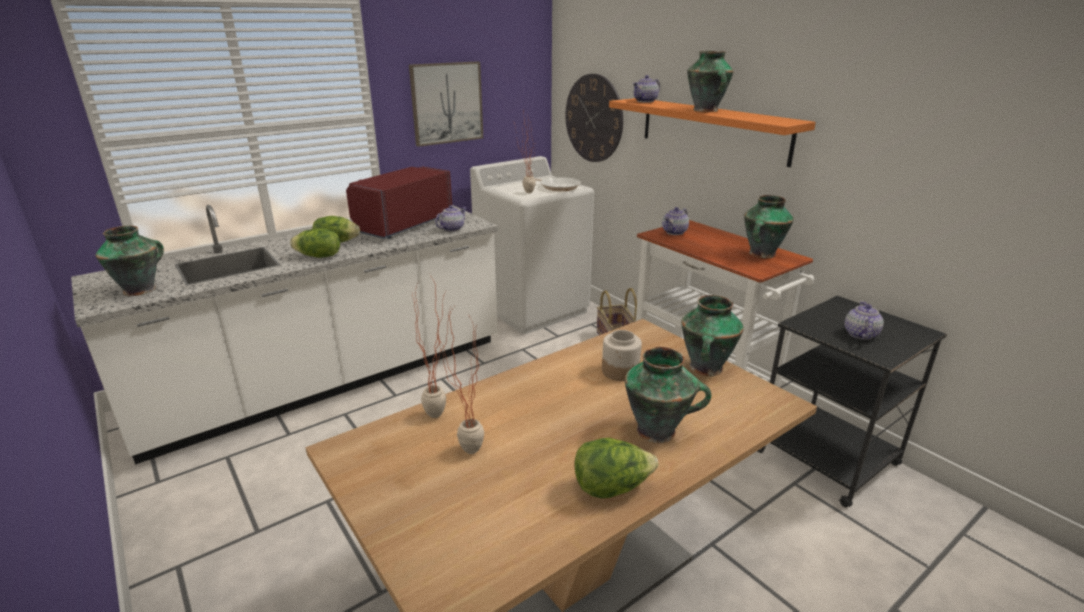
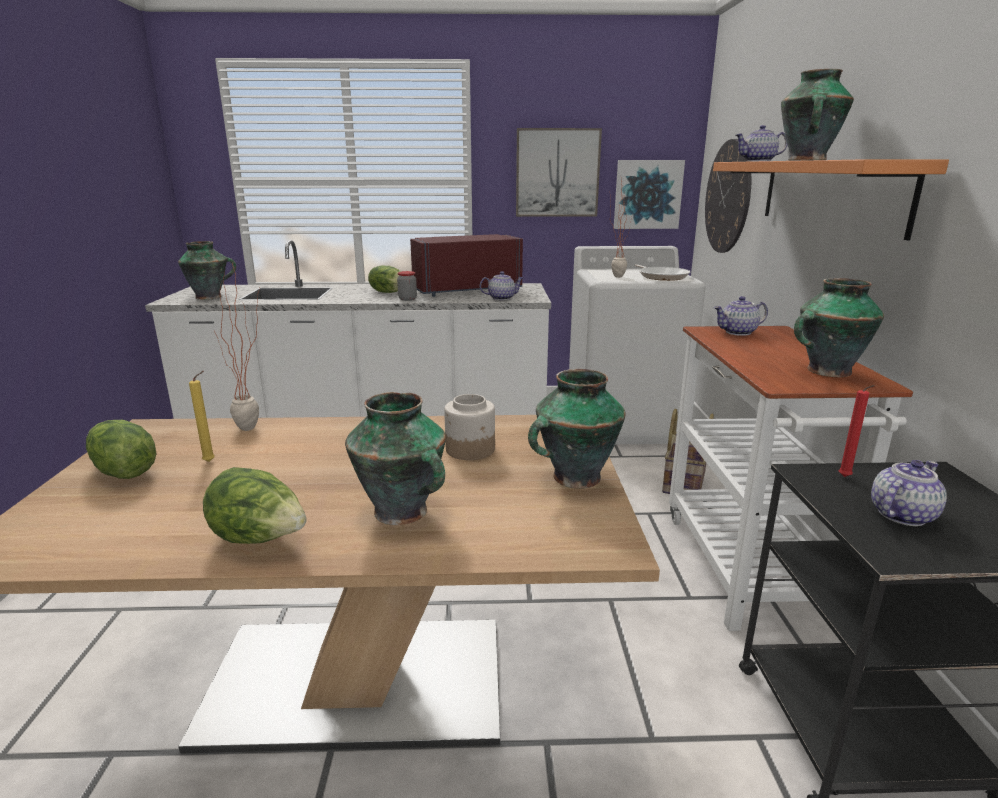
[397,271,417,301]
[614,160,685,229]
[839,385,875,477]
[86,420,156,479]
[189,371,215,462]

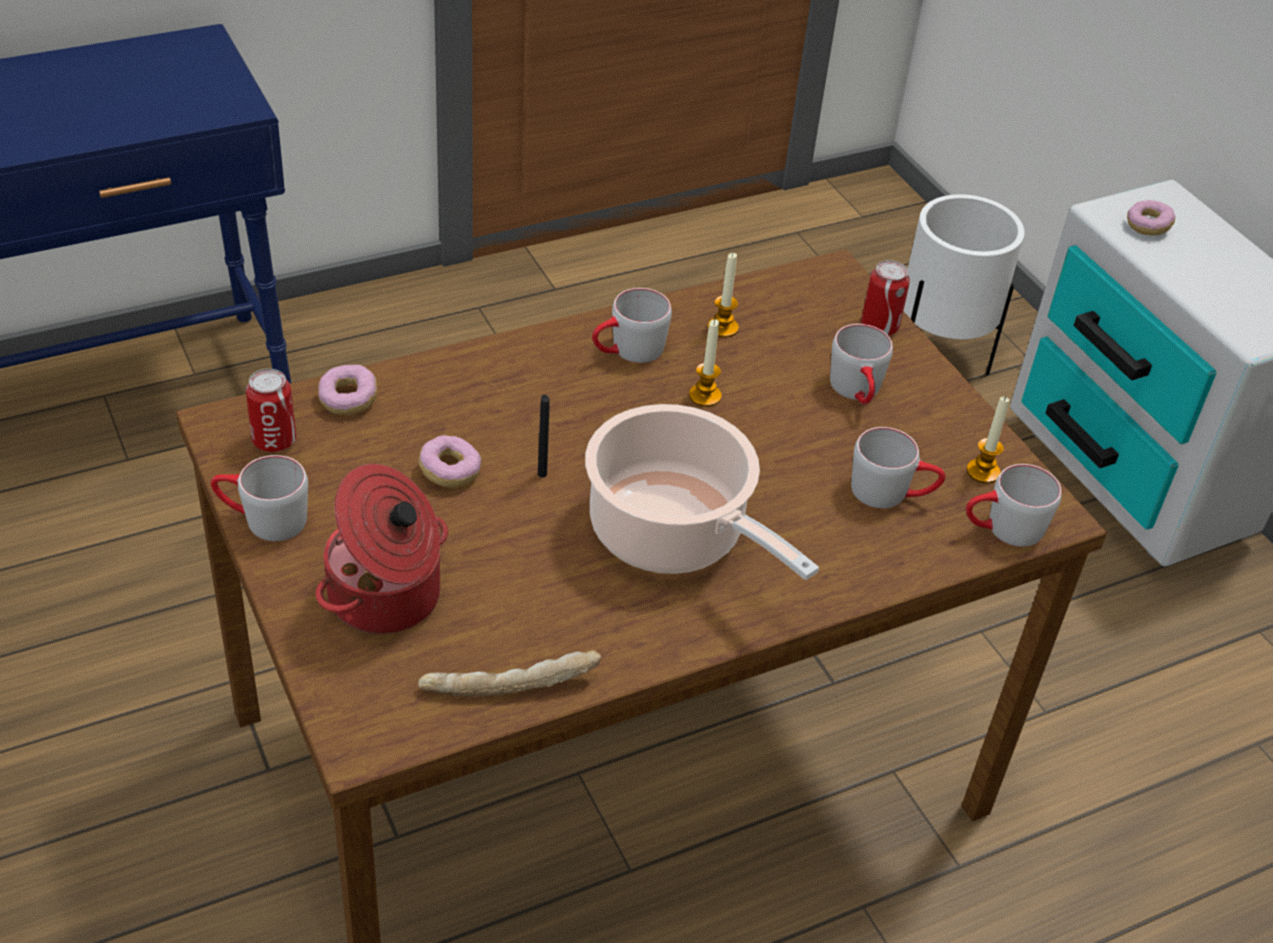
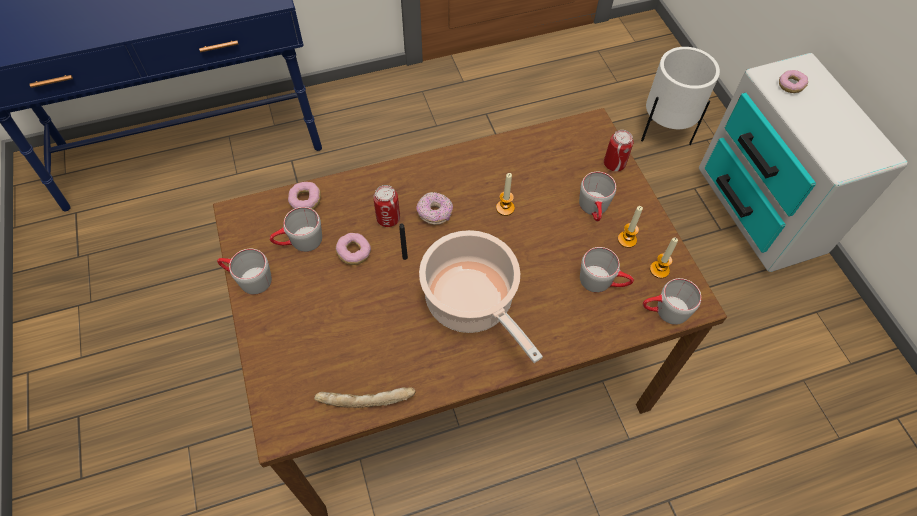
[315,464,448,634] (first image)
[417,192,453,225]
[373,185,400,227]
[270,207,322,252]
[618,206,643,248]

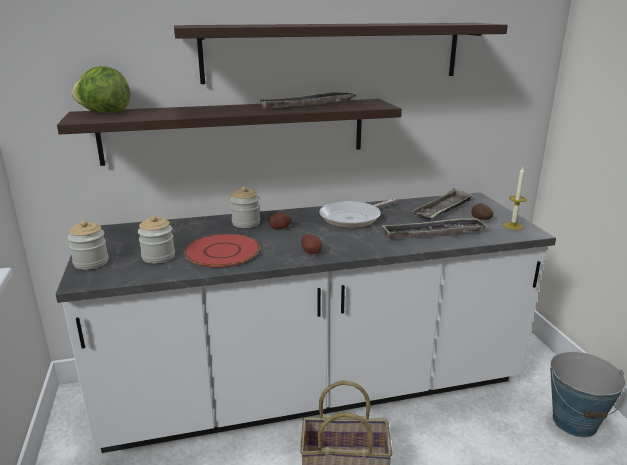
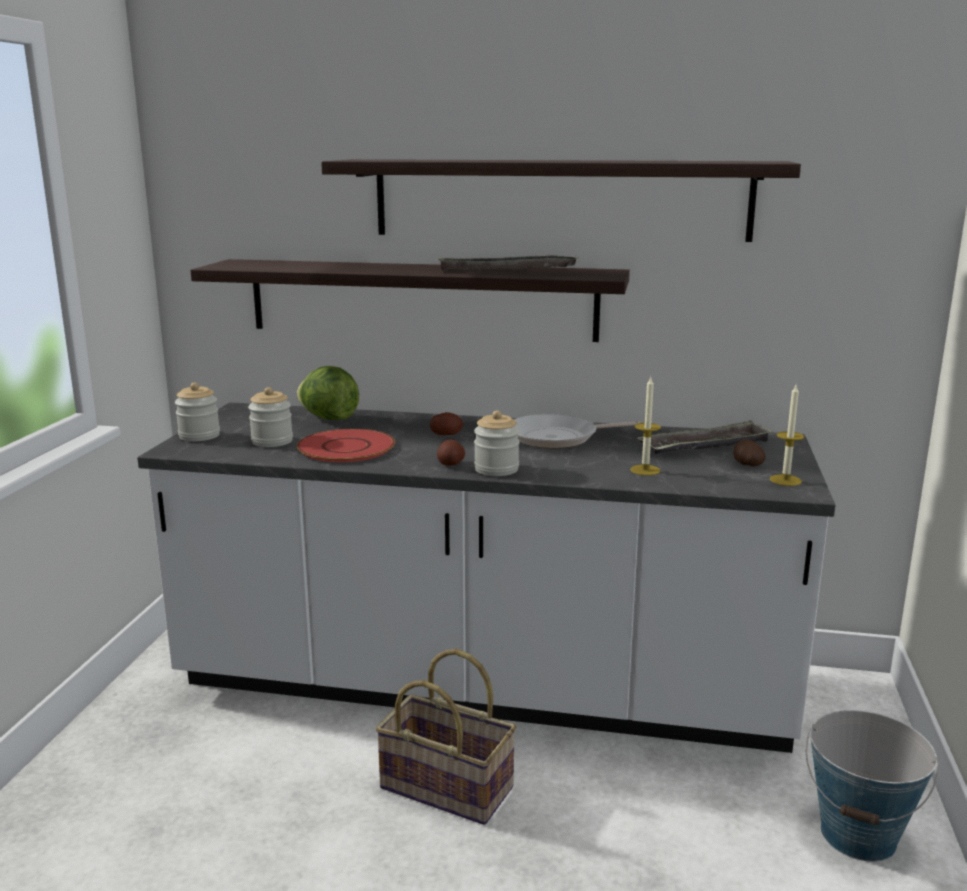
[297,366,359,420]
[474,410,520,476]
[630,377,661,476]

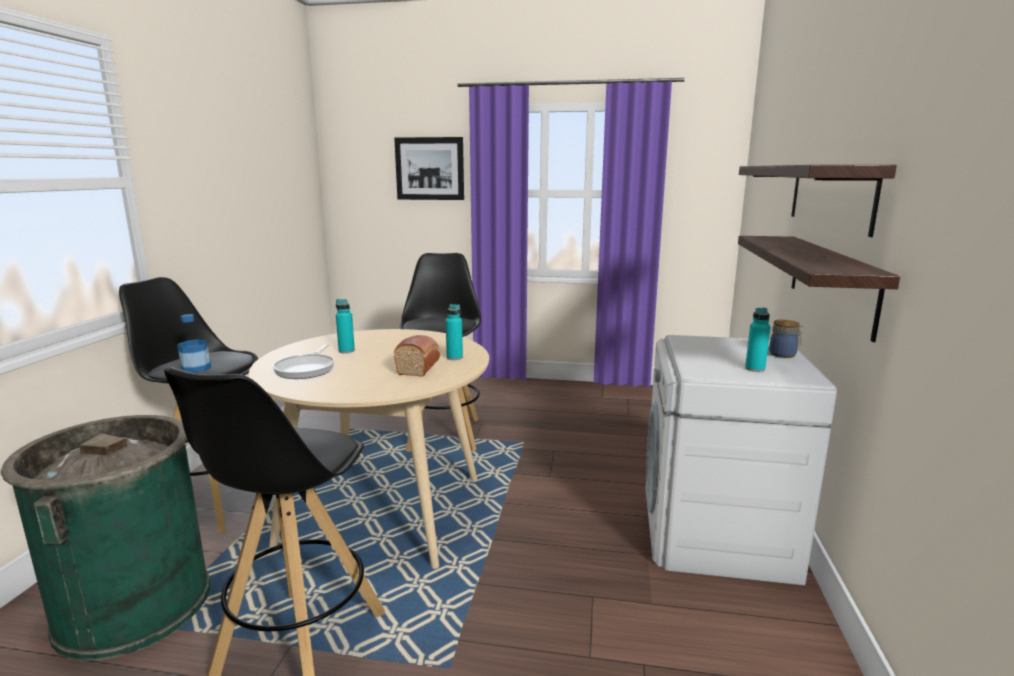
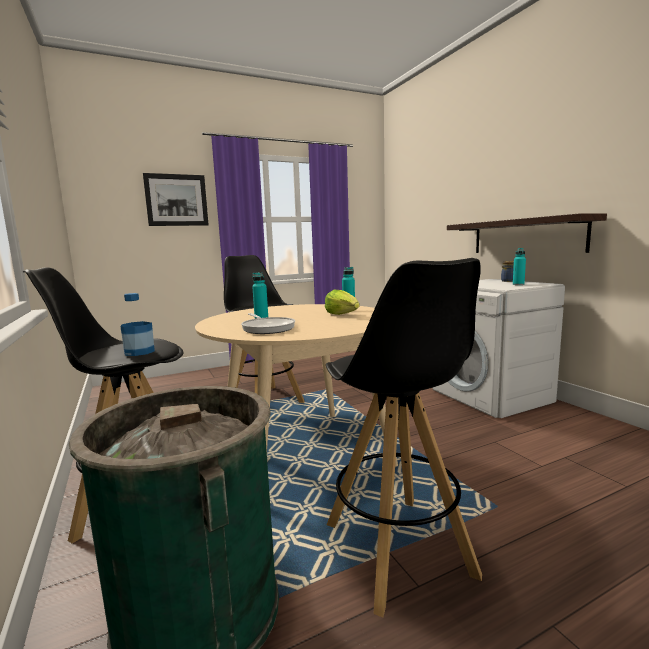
[739,165,897,237] (first image)
[325,290,360,315]

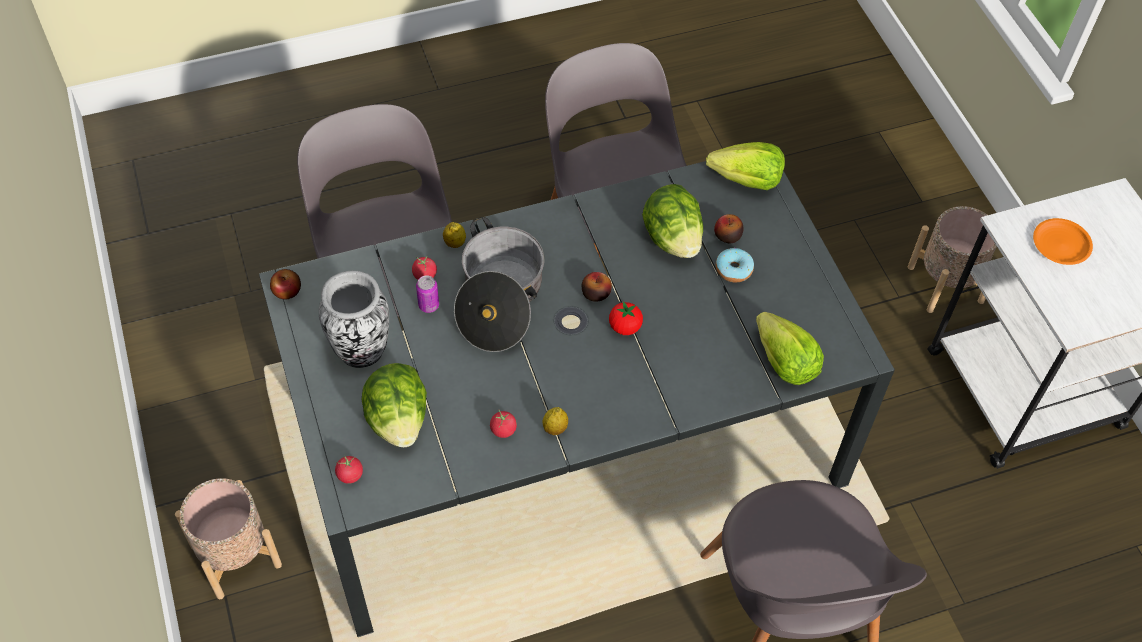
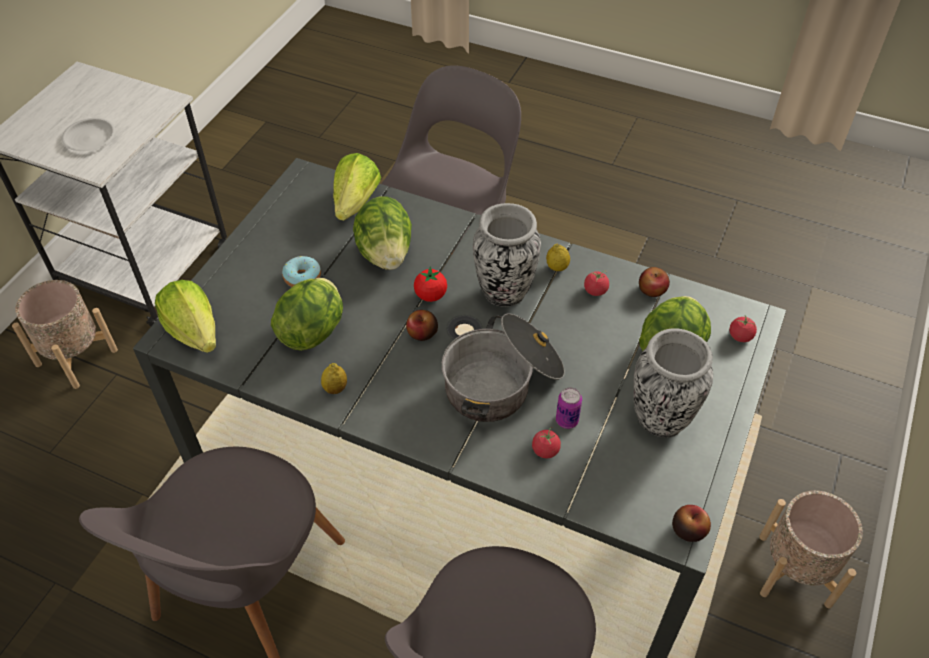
[353,196,412,270]
[473,203,541,307]
[321,363,347,394]
[639,267,670,297]
[61,118,116,151]

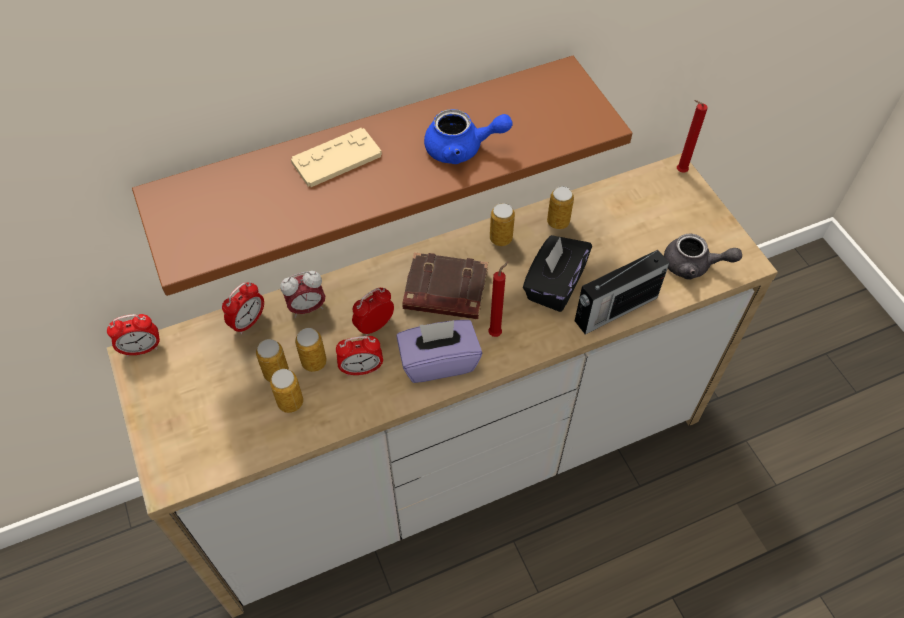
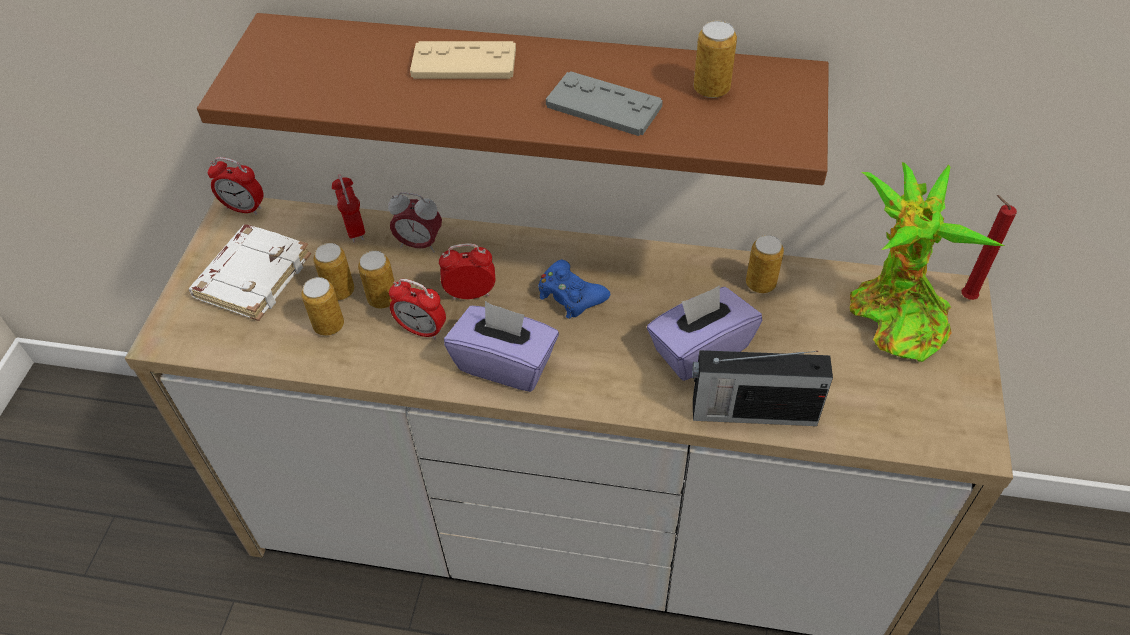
[488,261,509,337] (first image)
[664,234,742,280] (first image)
[189,224,311,321]
[850,162,1005,362]
[693,21,737,98]
[538,260,610,319]
[546,72,663,136]
[647,285,762,381]
[332,174,365,243]

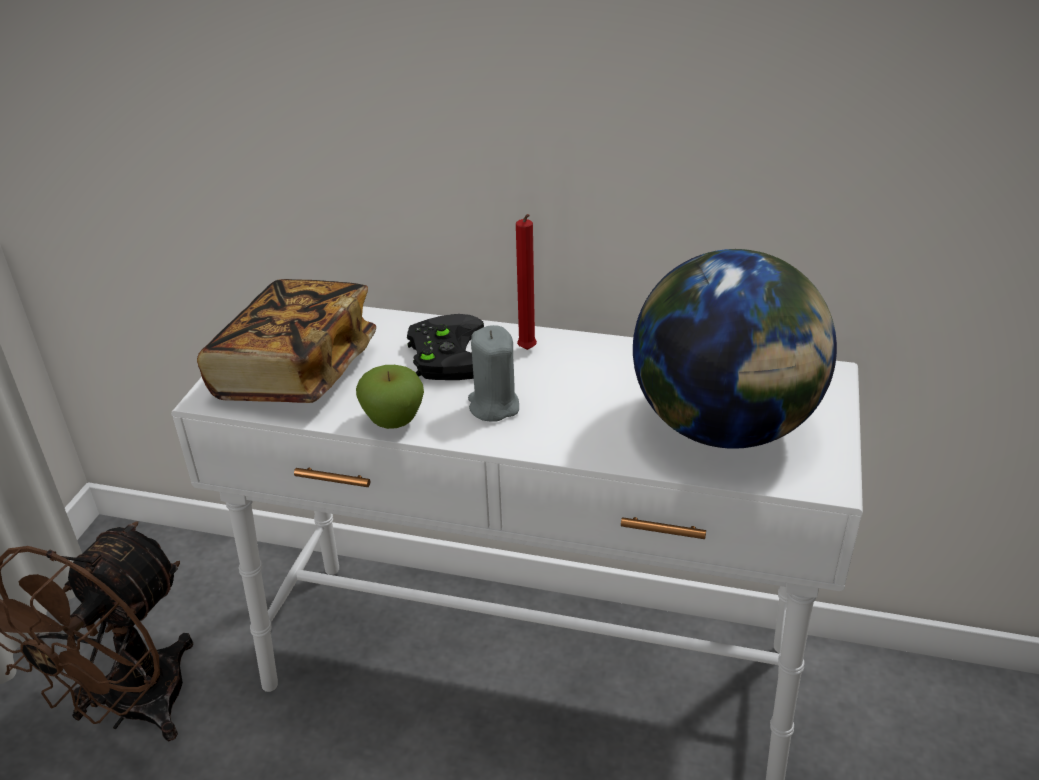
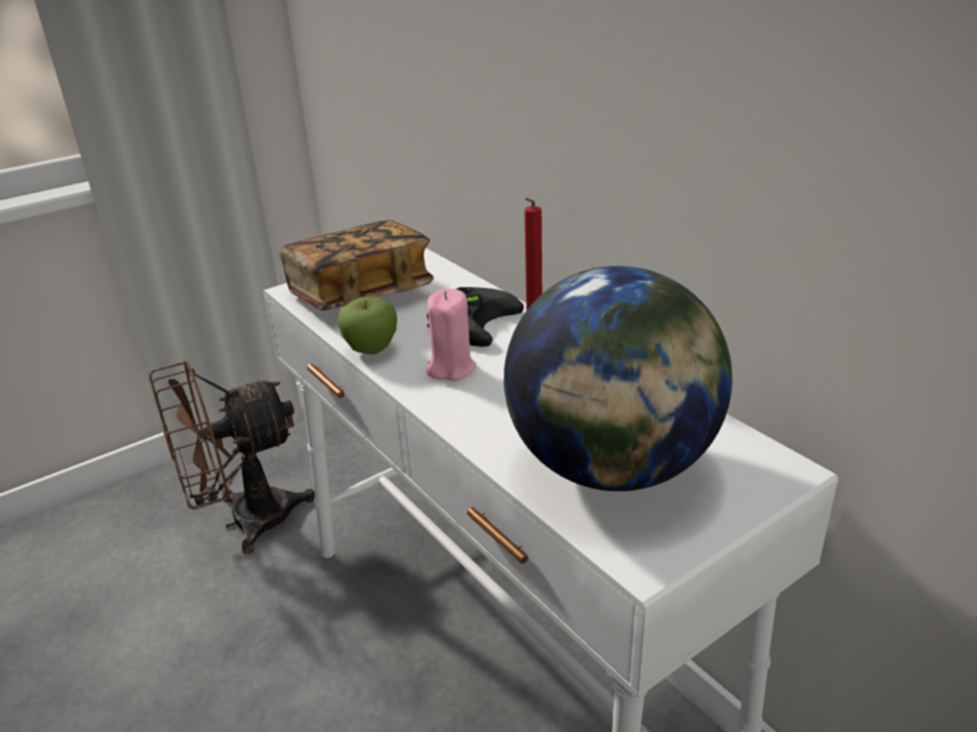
[426,289,476,381]

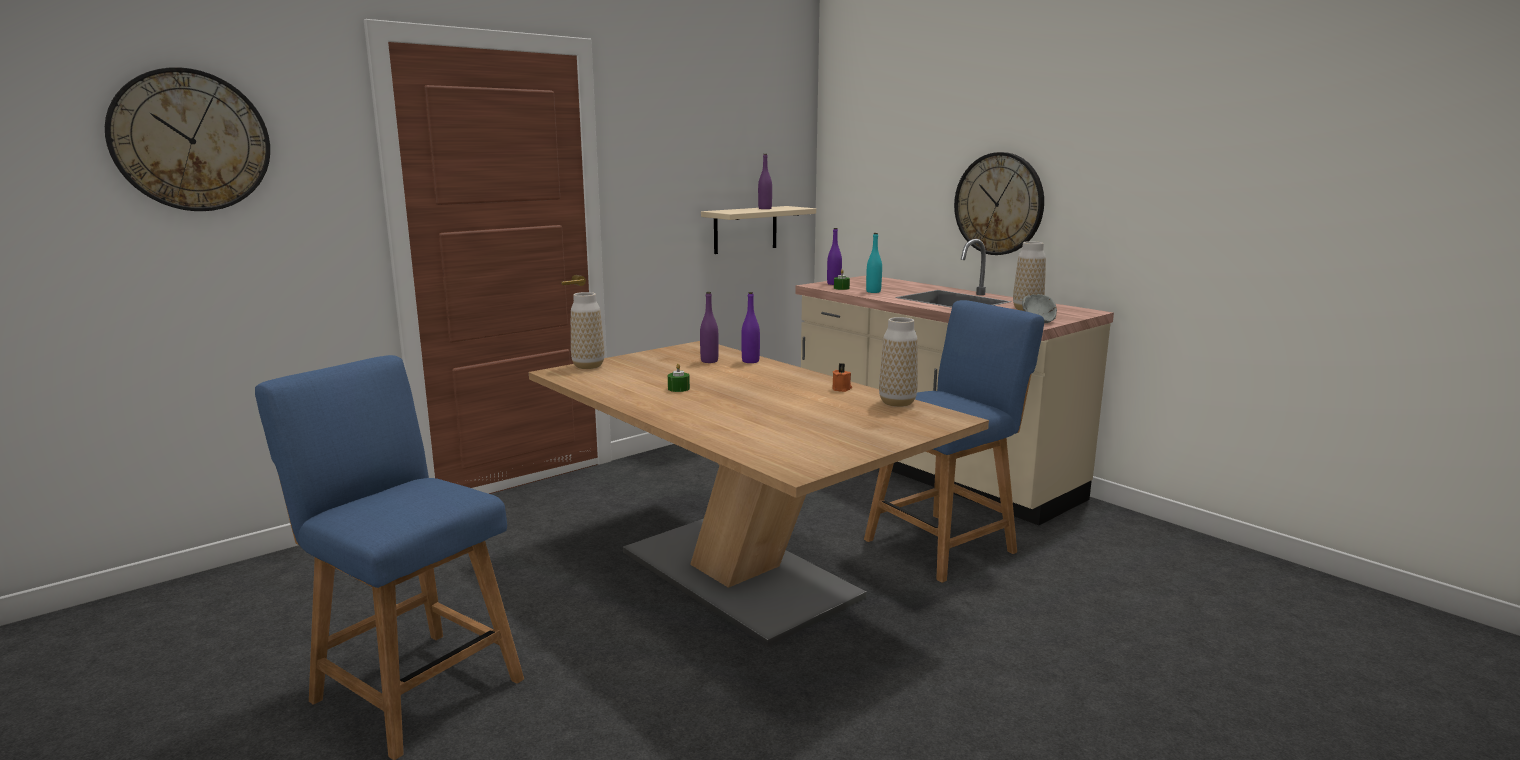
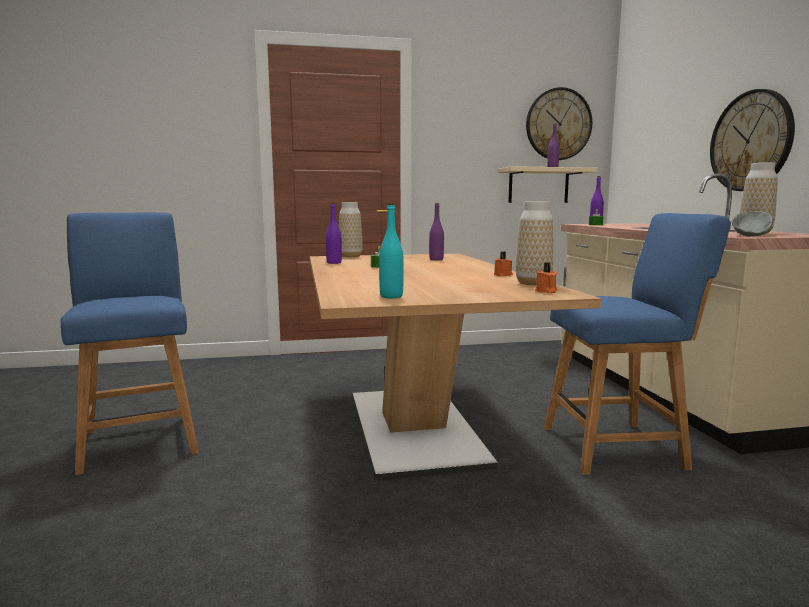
[535,262,557,293]
[526,87,592,160]
[326,203,342,264]
[379,203,404,298]

